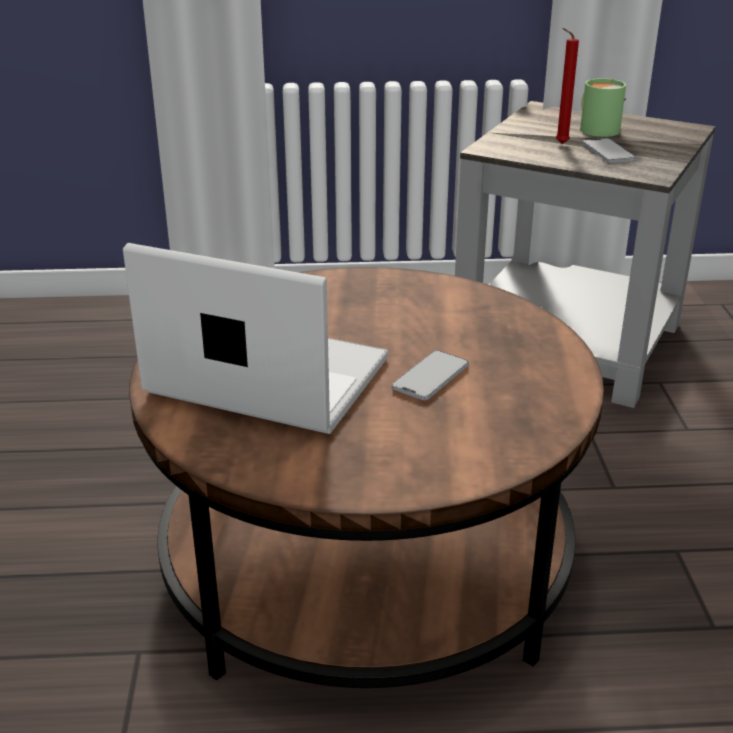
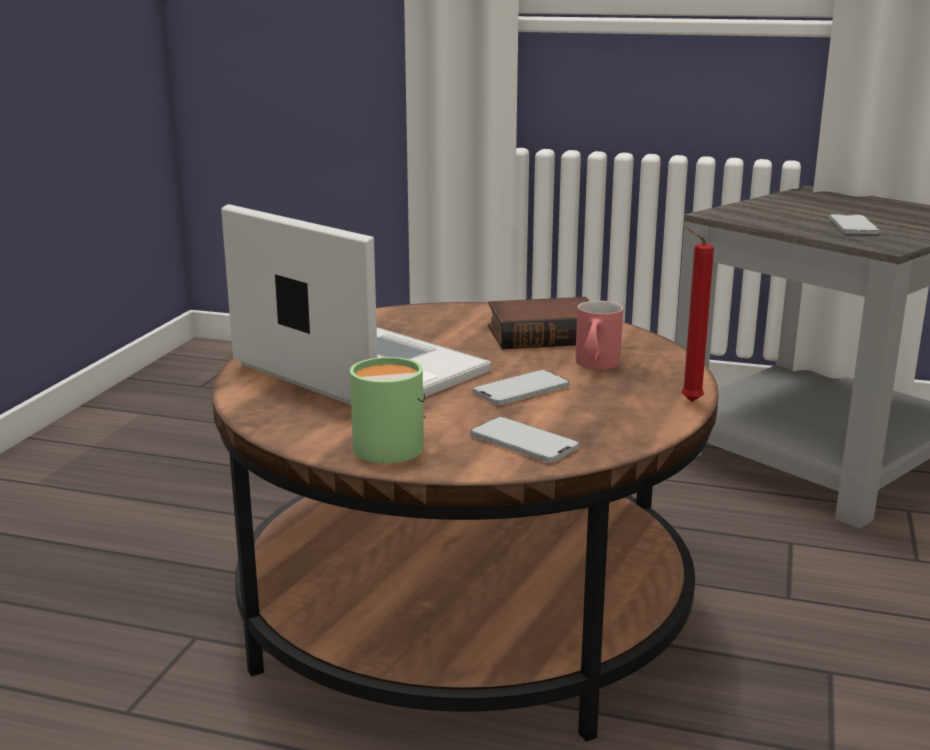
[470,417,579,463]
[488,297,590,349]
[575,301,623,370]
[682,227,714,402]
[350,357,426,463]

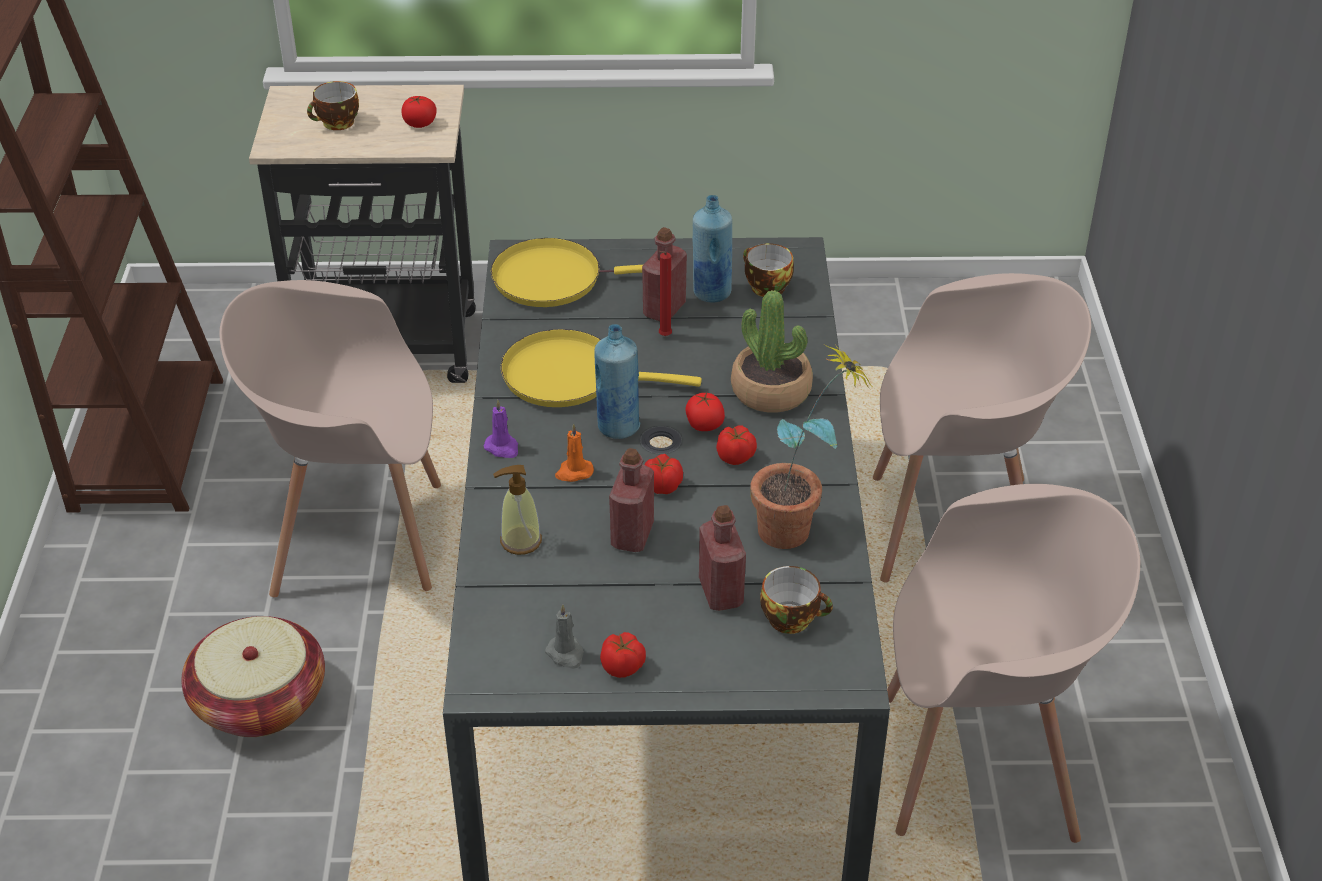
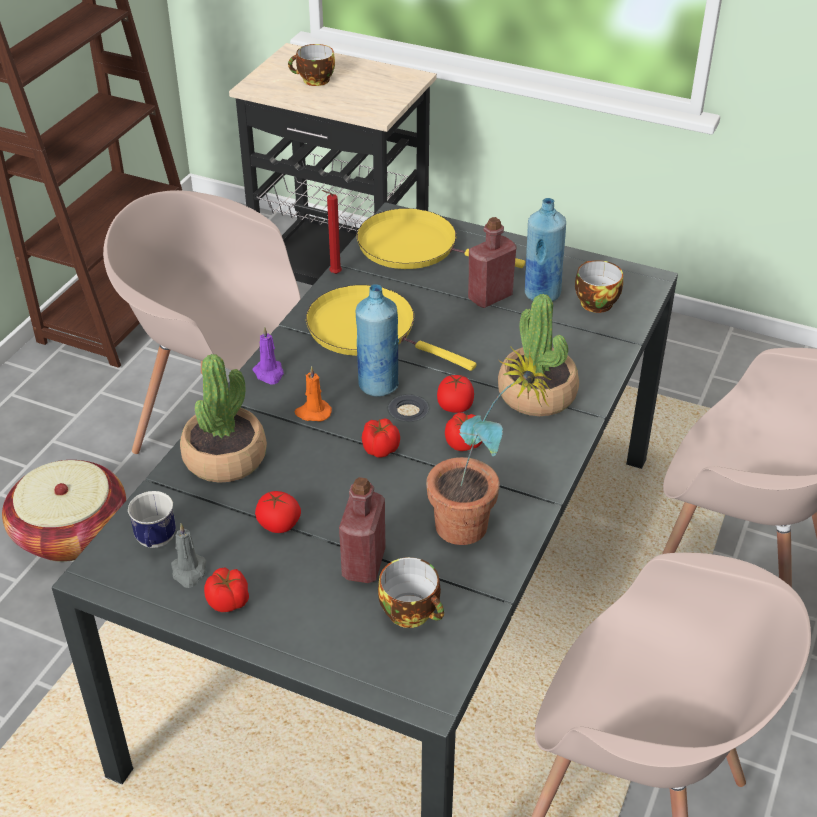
[609,448,654,552] (first image)
[128,491,176,548]
[255,491,301,533]
[322,190,342,274]
[180,354,267,483]

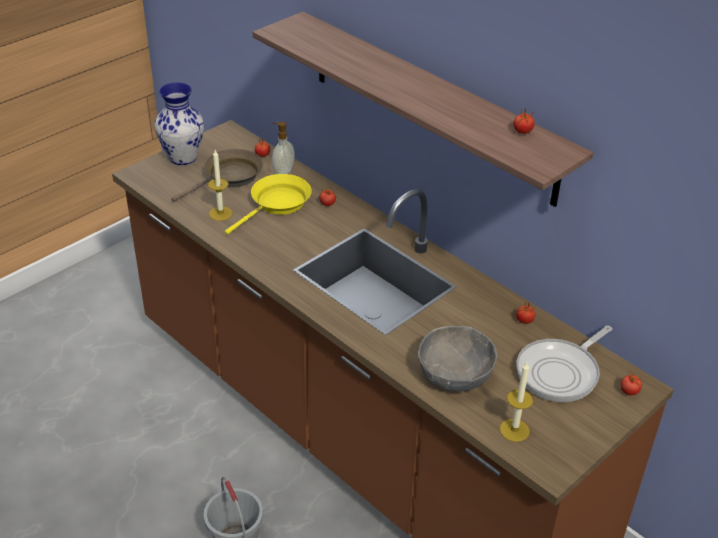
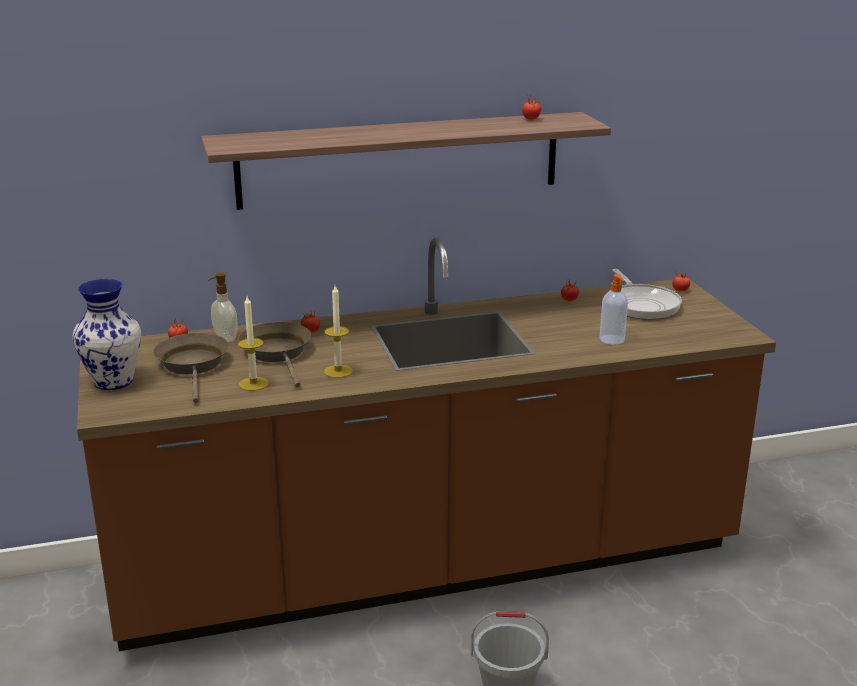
[324,286,353,378]
[600,274,628,345]
[239,322,311,388]

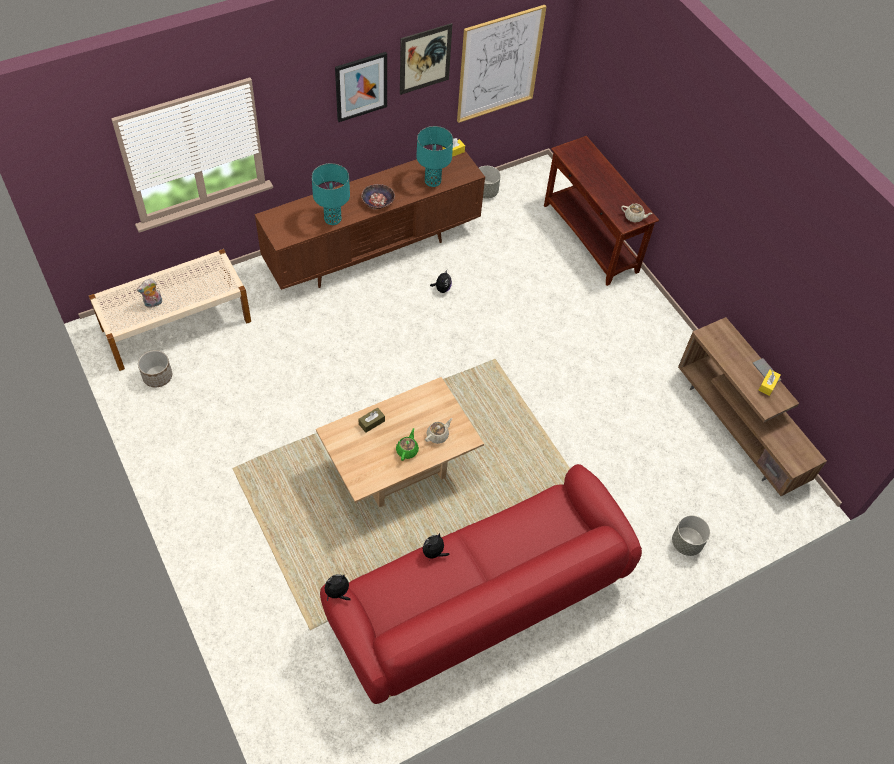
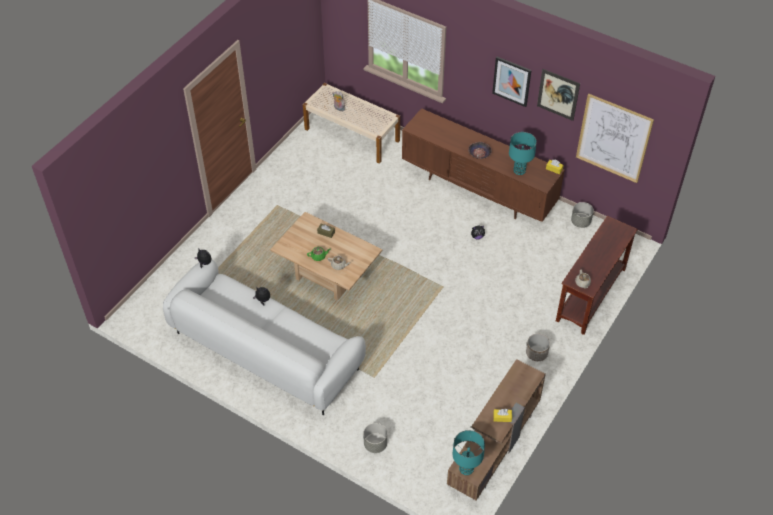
[526,334,550,361]
[453,430,485,475]
[163,259,366,415]

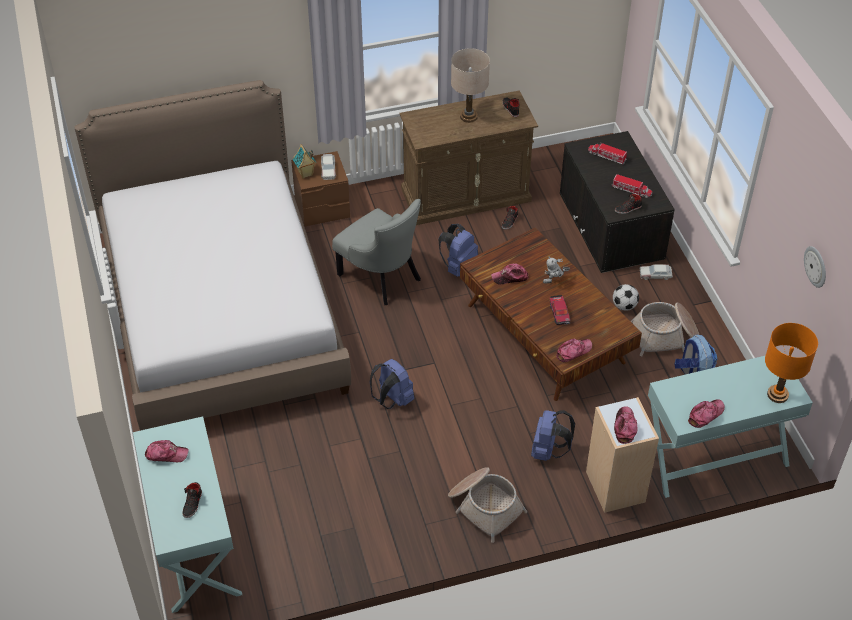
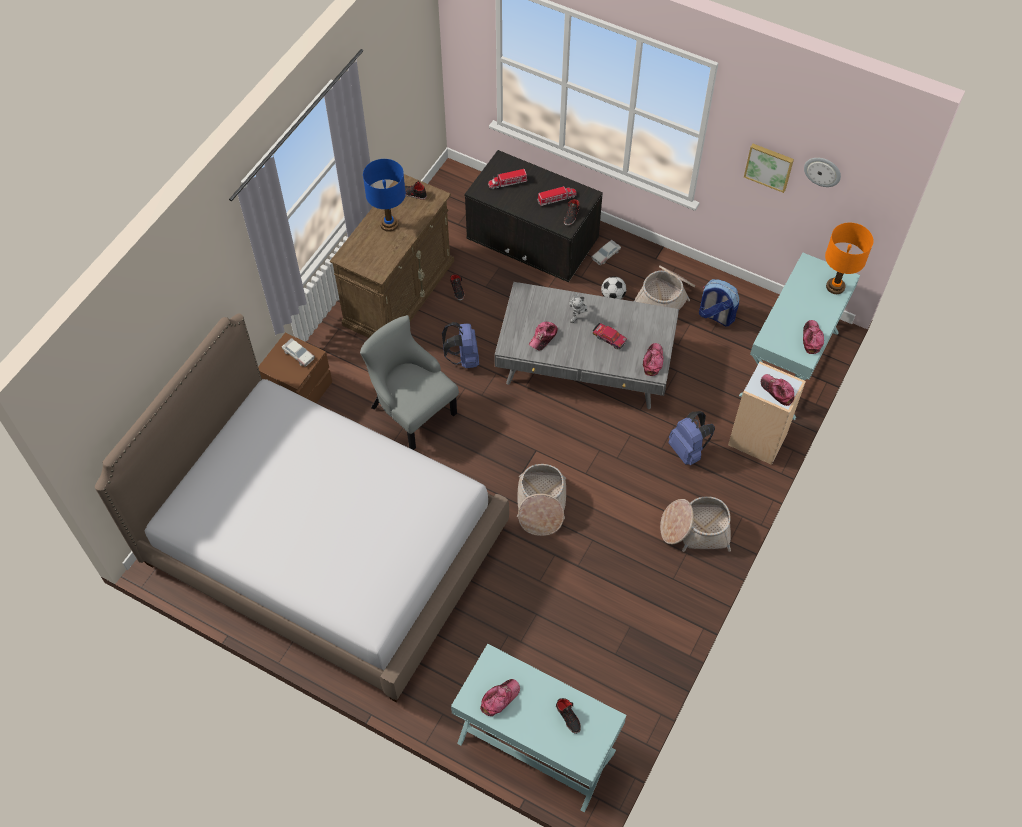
[293,144,317,179] (first image)
[744,144,794,193]
[517,464,566,536]
[363,159,406,232]
[494,282,679,409]
[360,315,459,450]

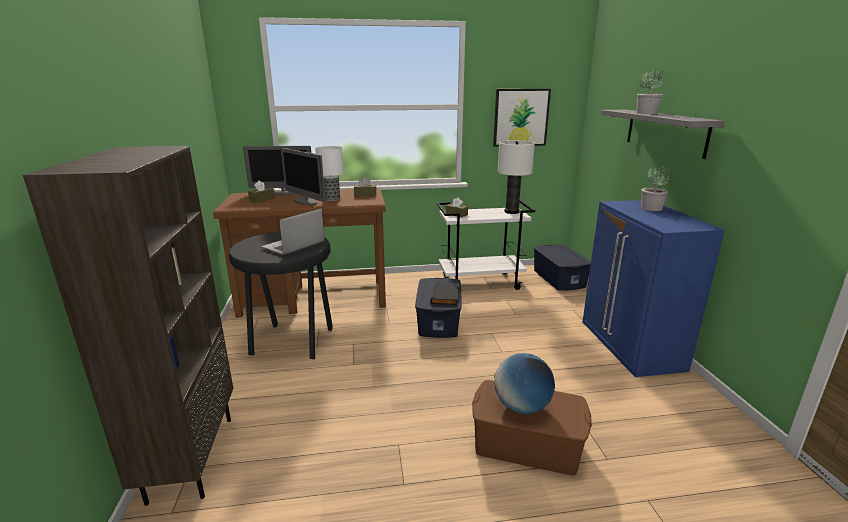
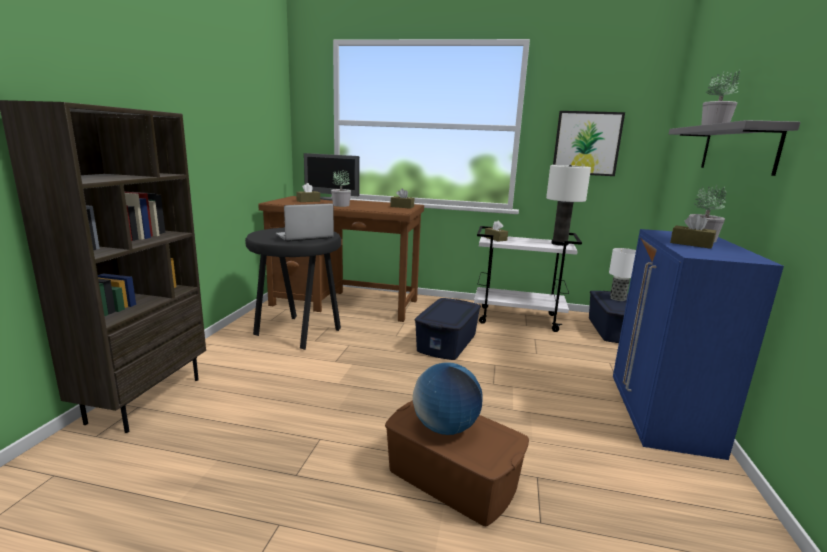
[430,282,459,305] (first image)
[670,214,716,249]
[609,248,636,301]
[331,171,351,207]

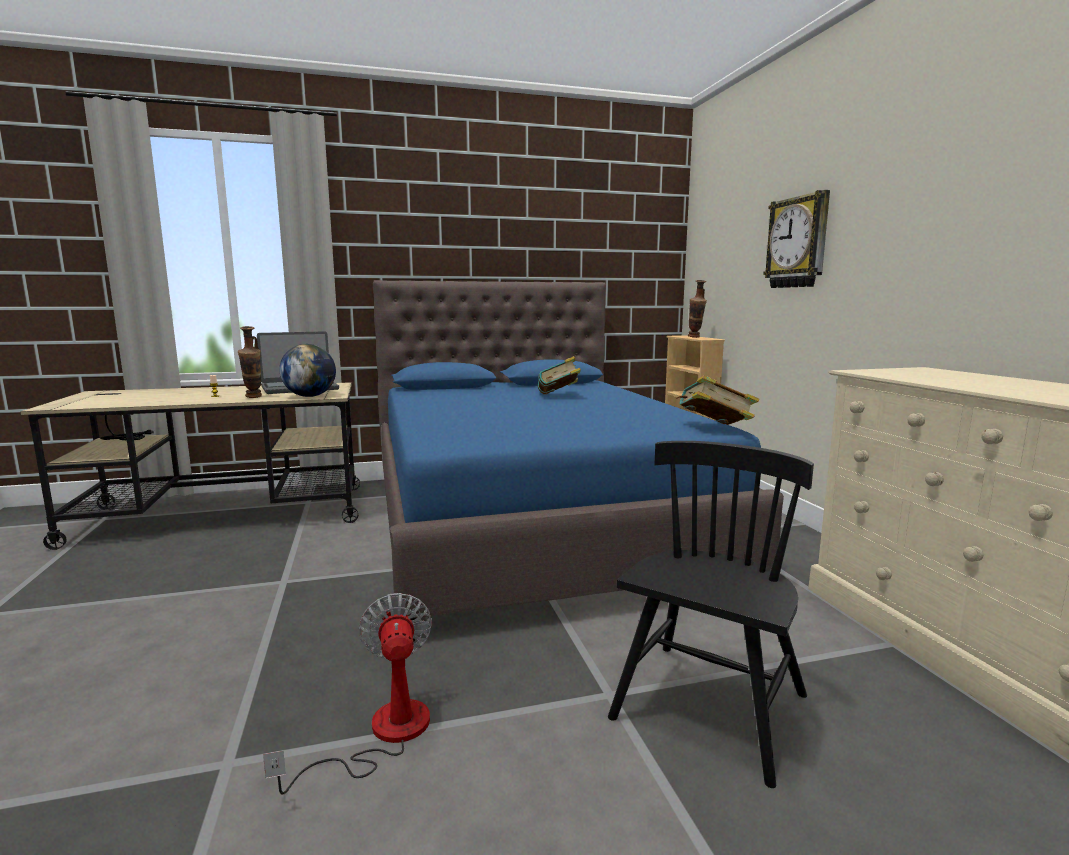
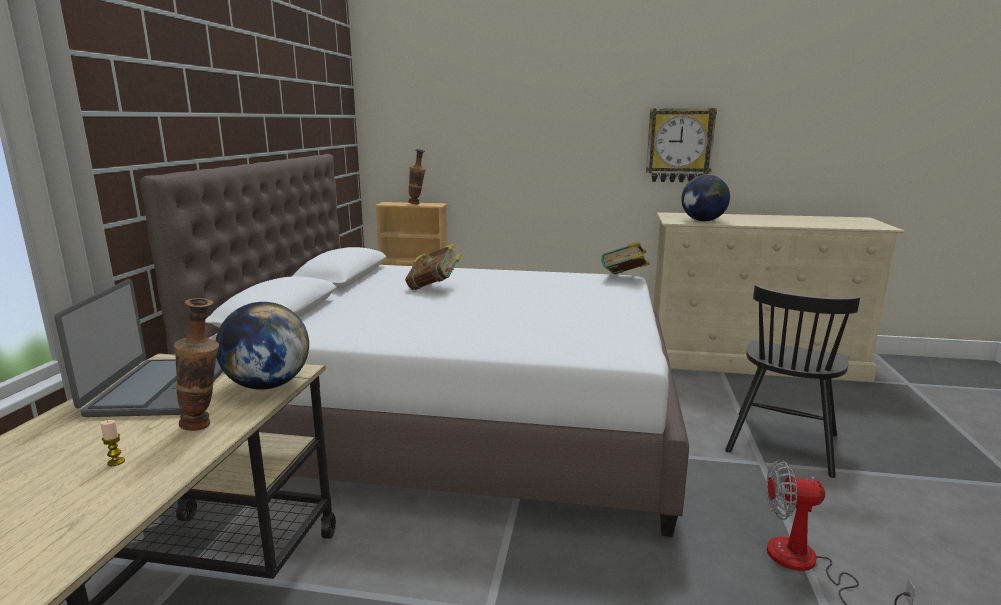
[681,175,730,221]
[646,108,717,182]
[140,154,689,537]
[725,284,860,478]

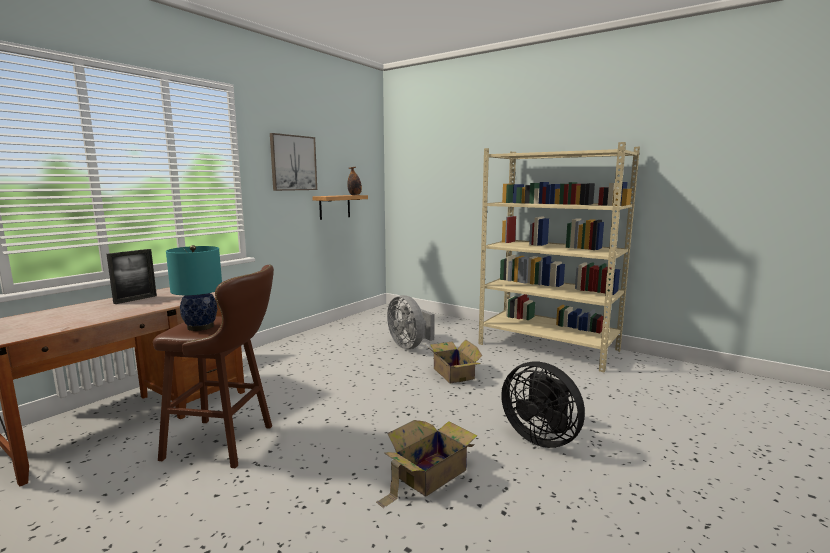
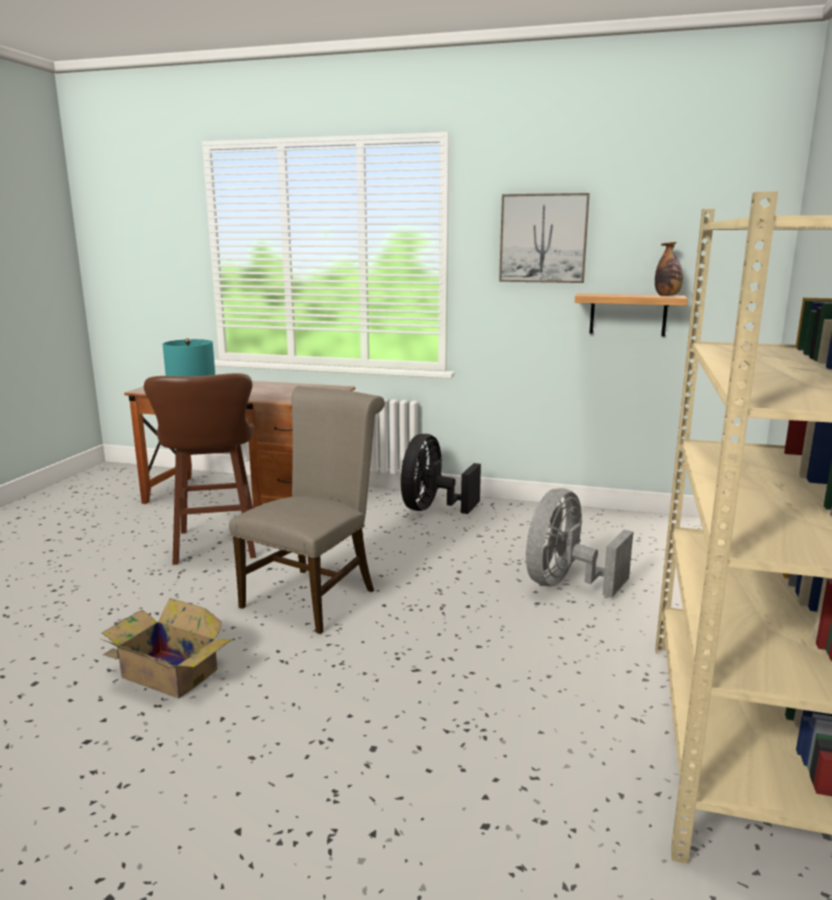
[107,249,157,304] (first image)
[426,339,482,383] (first image)
[229,386,385,634]
[401,434,481,514]

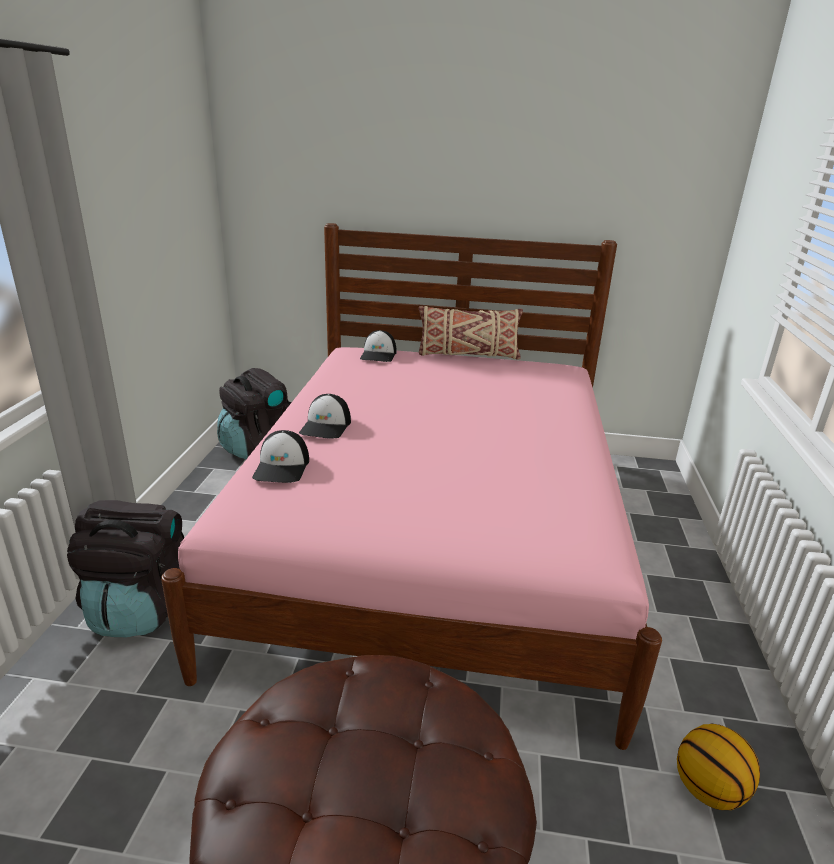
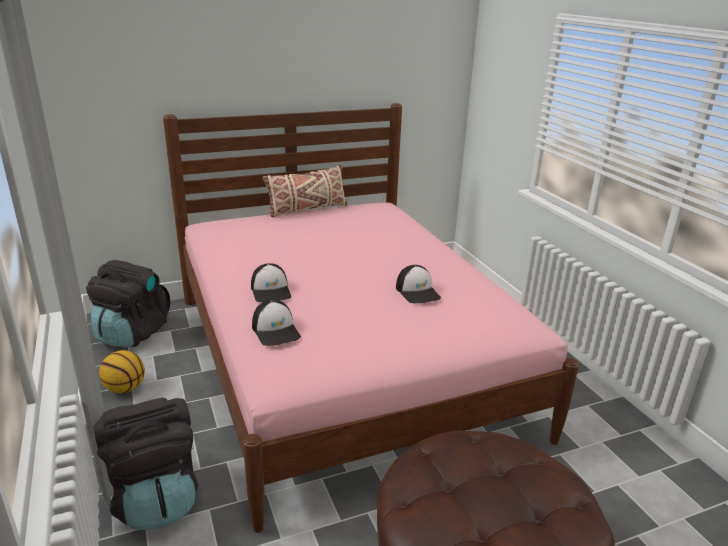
[396,265,441,304]
[99,350,145,393]

